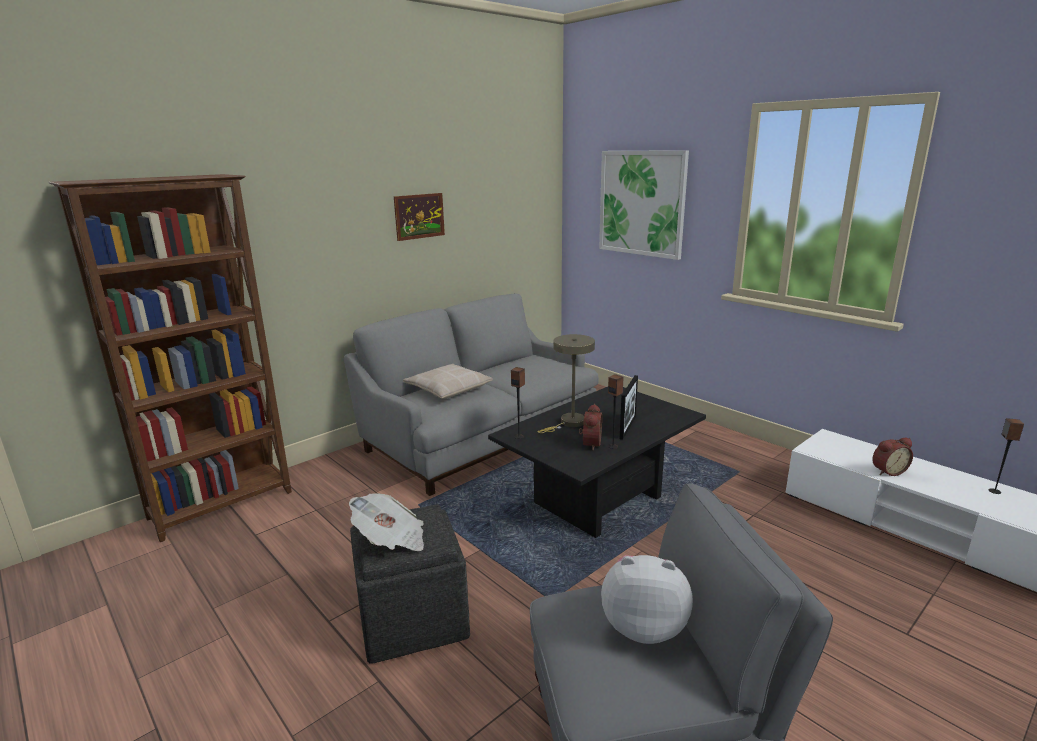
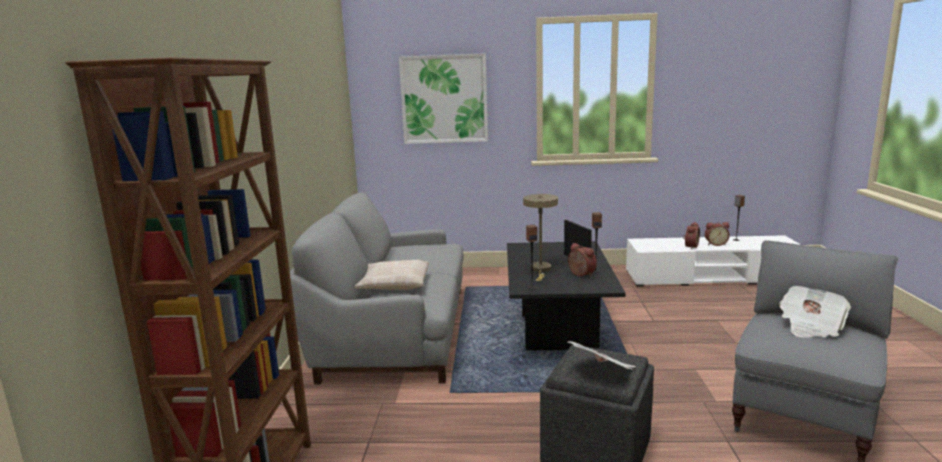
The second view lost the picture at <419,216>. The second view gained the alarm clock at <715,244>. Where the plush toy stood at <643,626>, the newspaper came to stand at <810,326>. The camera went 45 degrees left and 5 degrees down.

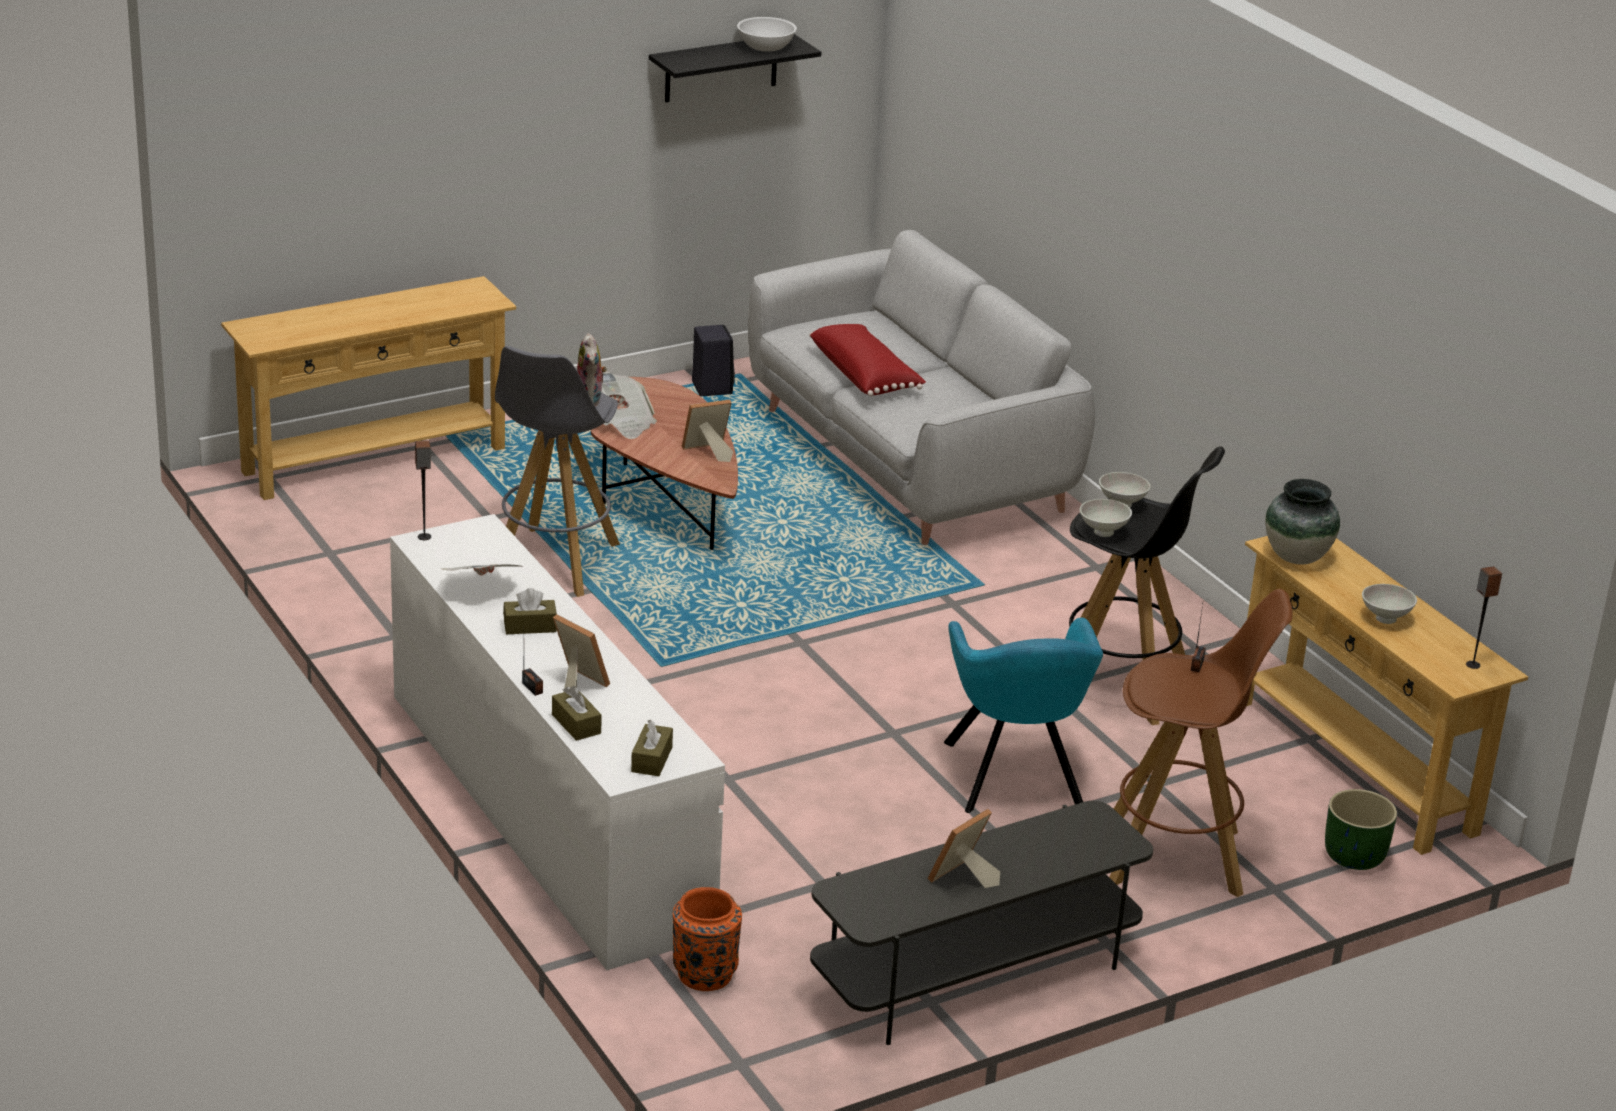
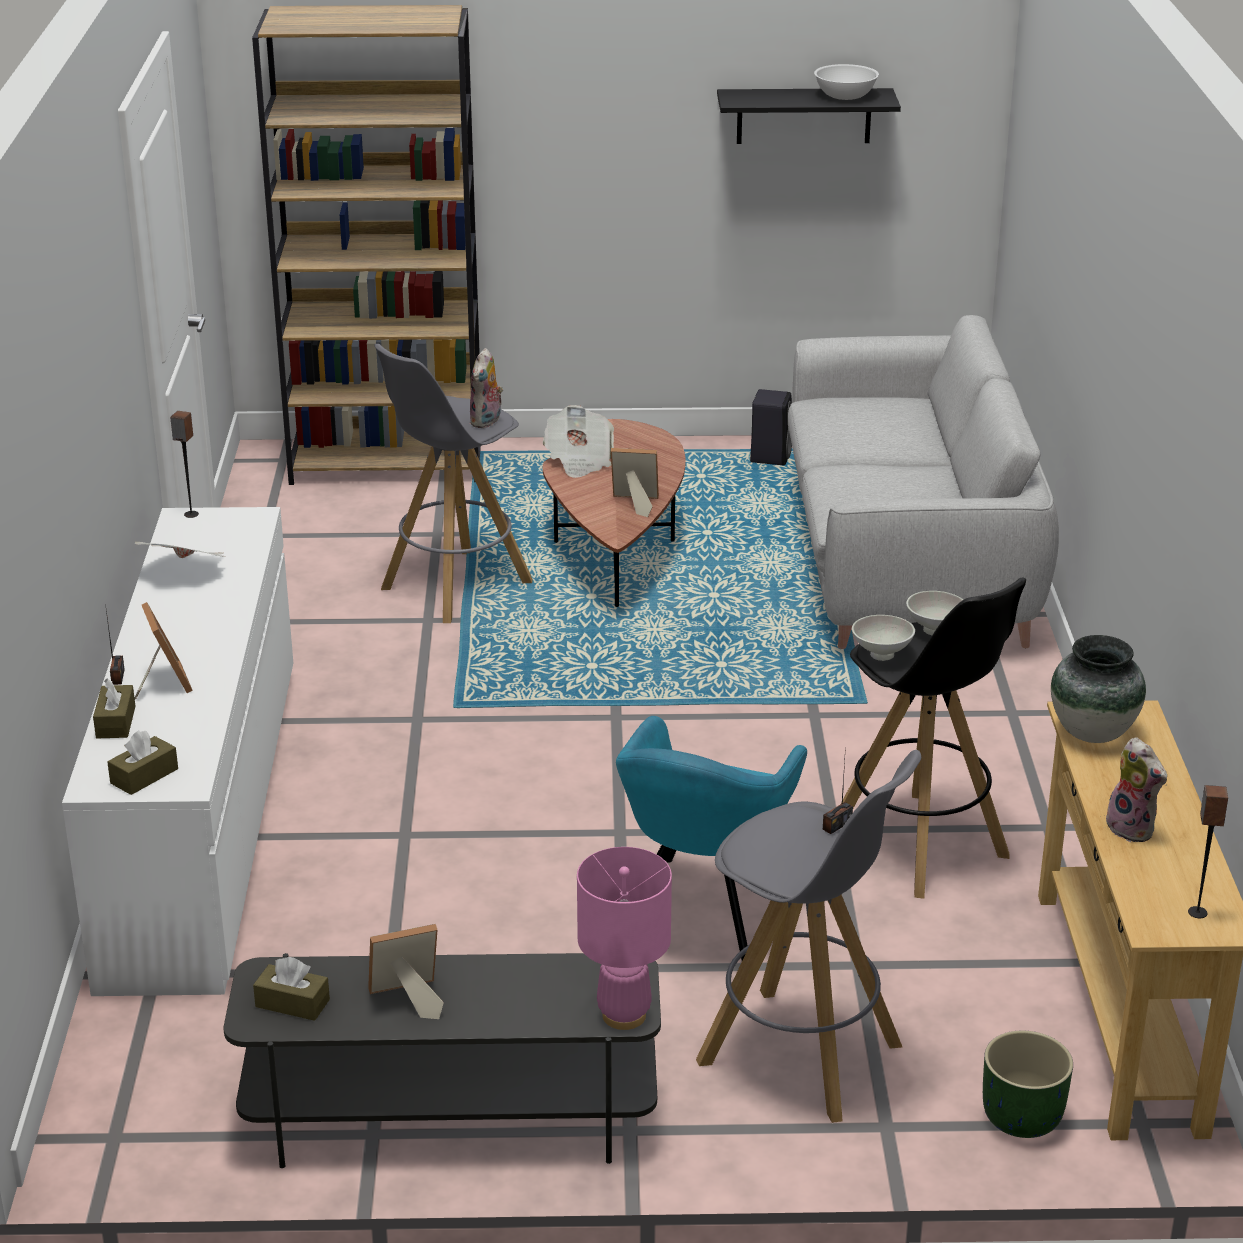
The second view lost the vase (orange) at <704,973>. The second view lost the pillow (red) at <865,376>. The second view gained the table lamp (pink) at <624,1015>. The tissue box (brown) ended up elsewhere, having gone from <530,626> to <292,1003>. Where the console table (beige) stood at <374,460>, the bookcase (brown) came to stand at <388,462>. Where the bowl (white) stood at <1384,618>, the plush toy came to stand at <1133,828>. What was the stool (brown) at <1176,857> turned into the stool (grey) at <802,1055>. The camera went 30 degrees right and 0 degrees up.

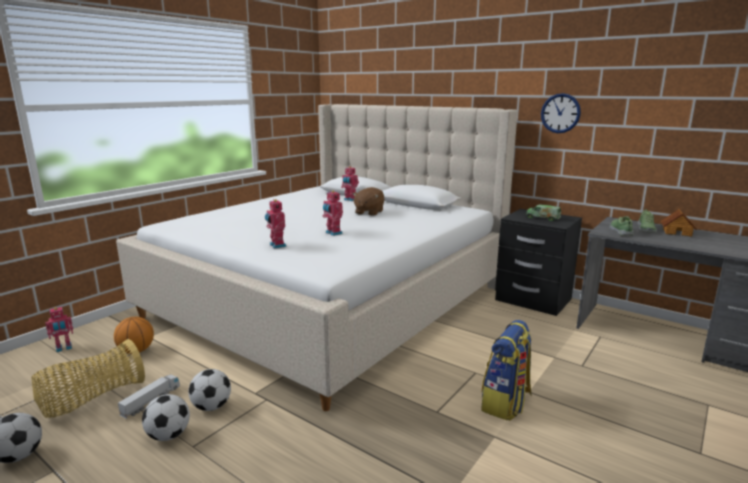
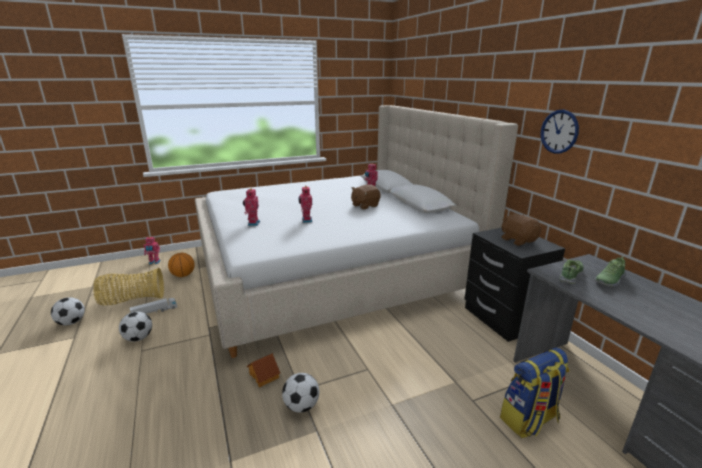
The football ended up elsewhere, having gone from <211,407> to <301,406>. The backpack ended up elsewhere, having gone from <506,403> to <529,420>. The toy house ended up elsewhere, having gone from <677,232> to <264,375>. Where the toy truck stood at <543,218>, the plush toy (brown) came to stand at <518,240>. The camera went 30 degrees right and 5 degrees up.

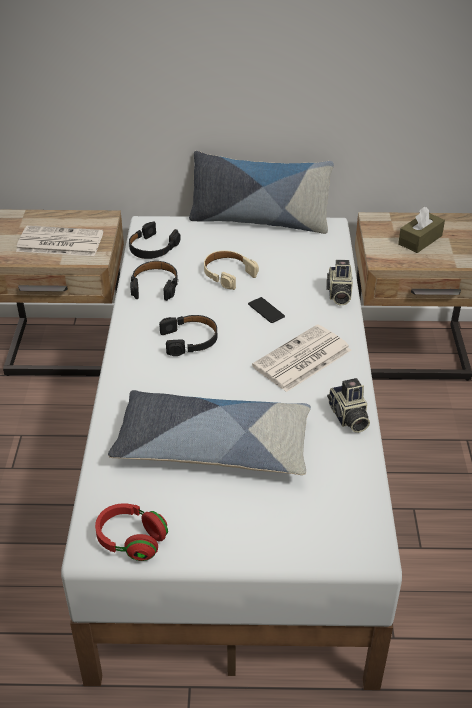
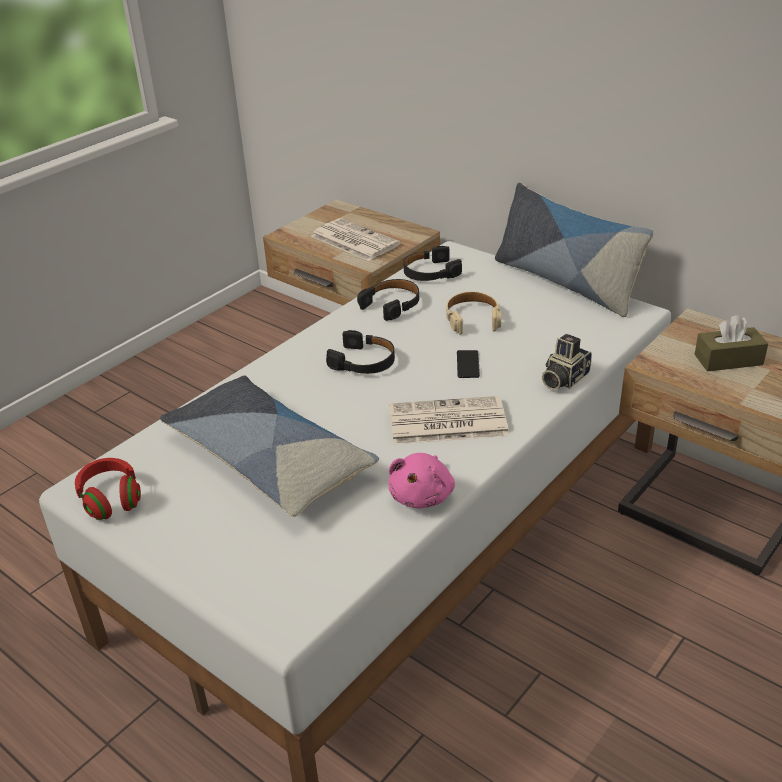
Where the photo camera stood at <348,417>, the plush toy (pink) came to stand at <423,495>. The camera went 40 degrees right and 5 degrees down.

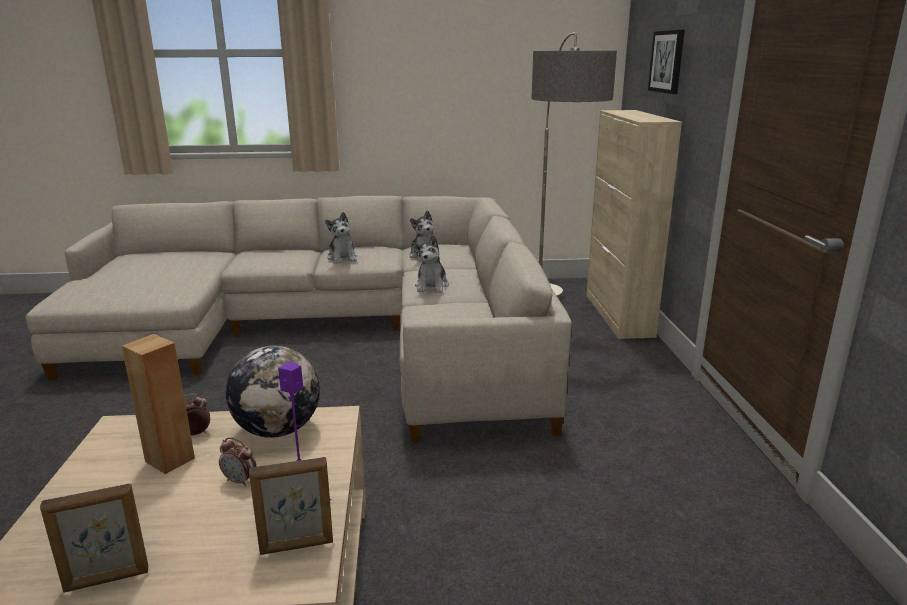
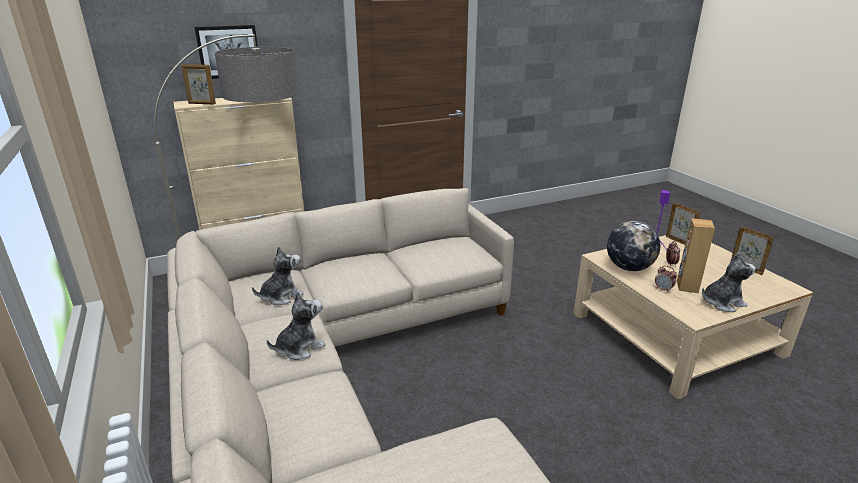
The second view gained the picture frame at <202,103>. The plush toy ended up elsewhere, having gone from <432,286> to <721,303>. The camera went 110 degrees left and 5 degrees up.

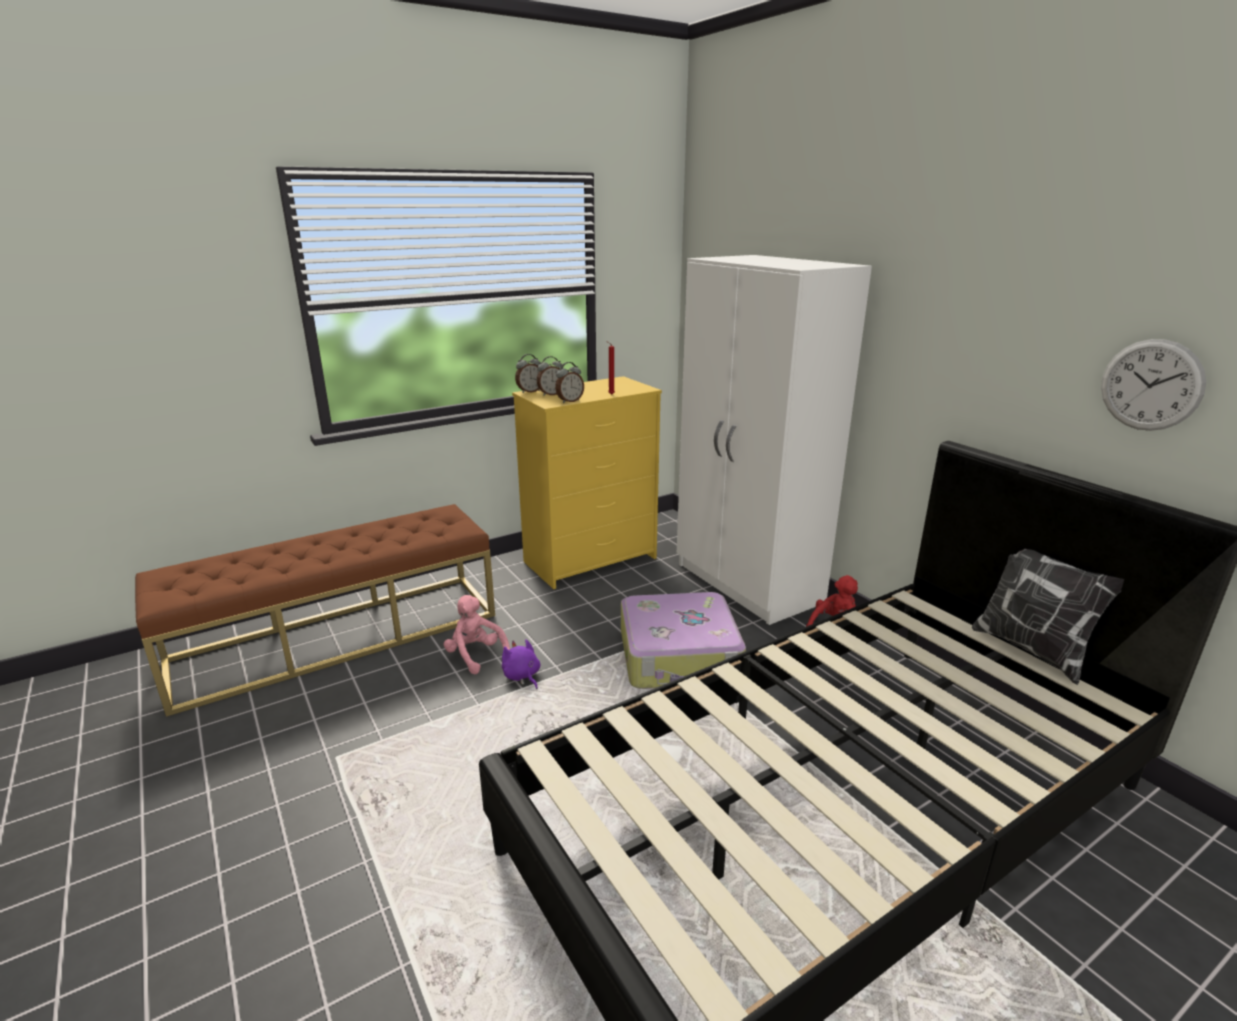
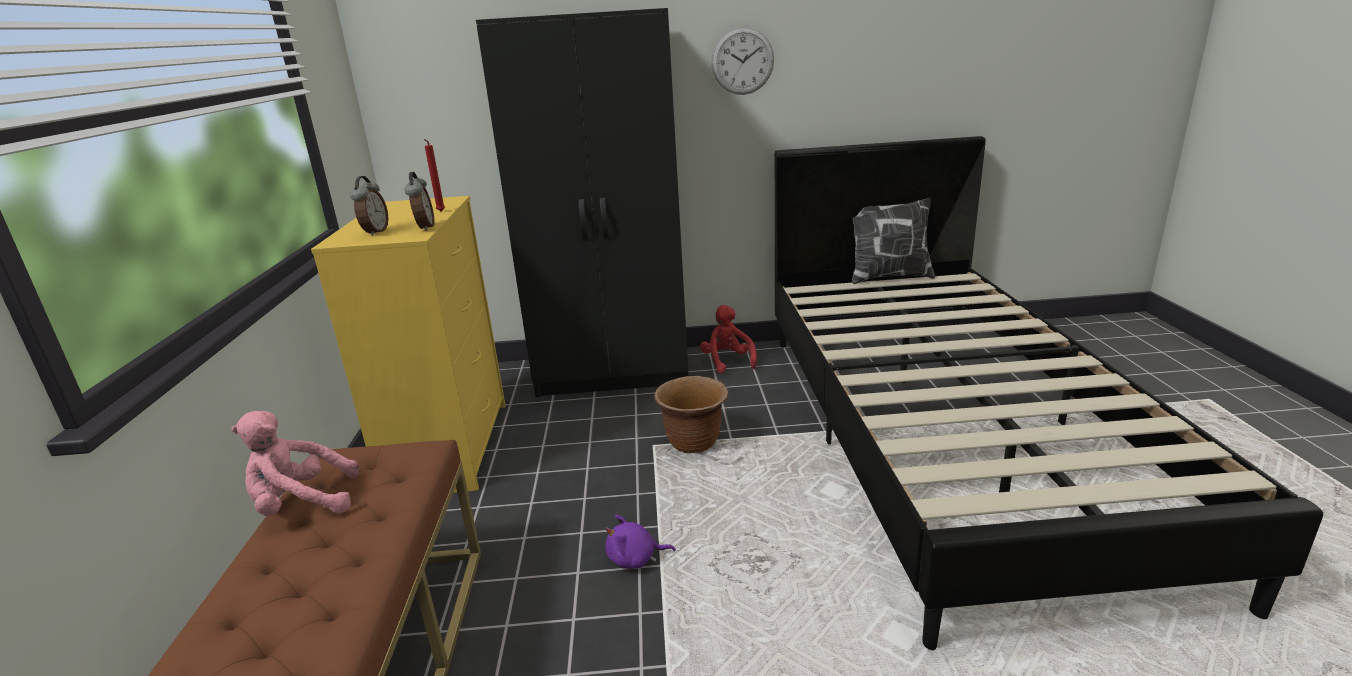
The second view lost the alarm clock at <530,391>. The plush toy (pink) ended up elsewhere, having gone from <475,655> to <302,504>. The wall clock ended up elsewhere, having gone from <1151,385> to <742,61>. Where the suitcase stood at <680,656>, the planter (brown) came to stand at <694,443>. What was the wardrobe (white) at <748,584> turned into the wardrobe (black) at <614,373>. The camera went 60 degrees left and 0 degrees up.

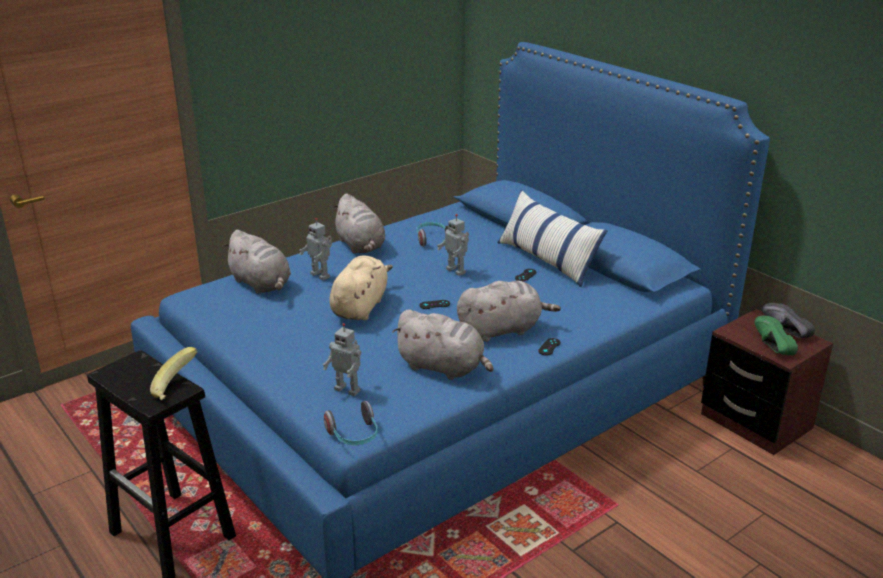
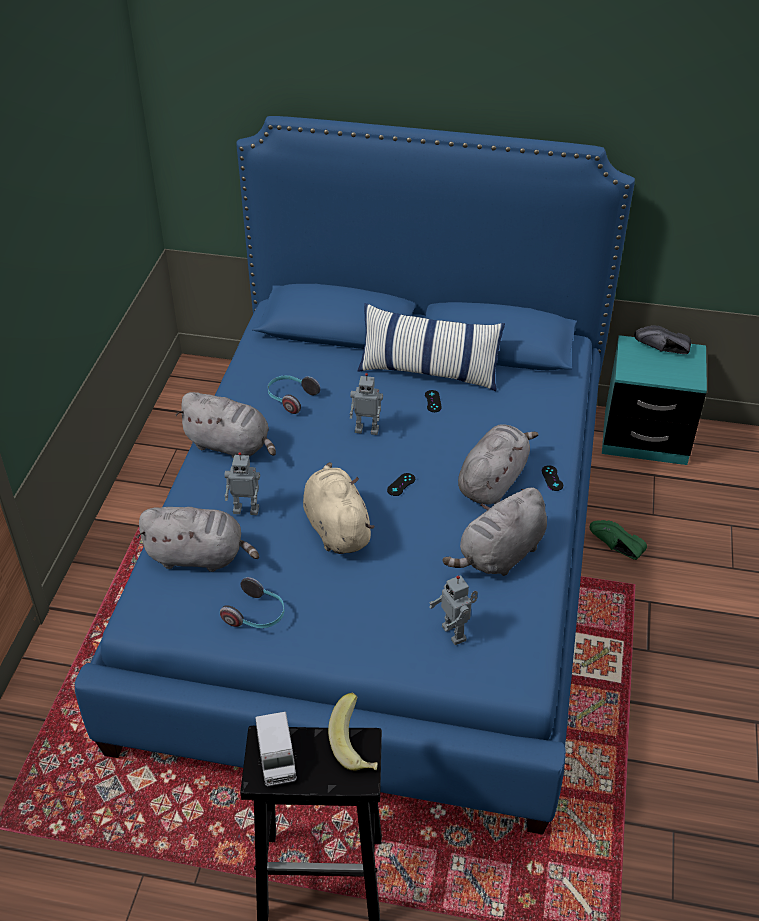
The second view gained the toy truck at <276,758>. The headphones ended up elsewhere, having gone from <354,436> to <257,615>. The shoe (green) ended up elsewhere, having gone from <769,345> to <615,548>. What was the nightstand (brown) at <755,421> turned into the nightstand (turquoise) at <645,438>. The toy robot at <348,389> ended up facing another way, 75 degrees clockwise from before. The plush toy (grey) at <443,367> ended up facing another way, 150 degrees clockwise from before. The camera went 40 degrees left and 15 degrees up.

